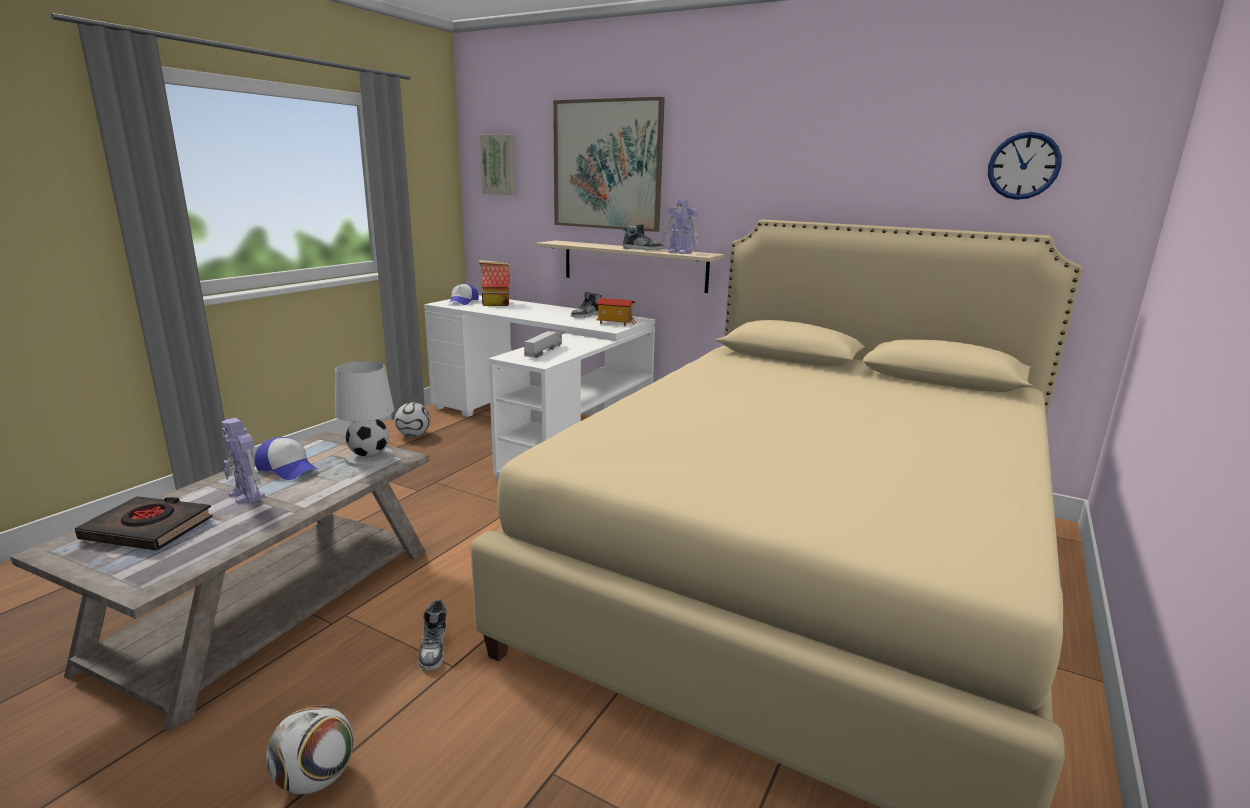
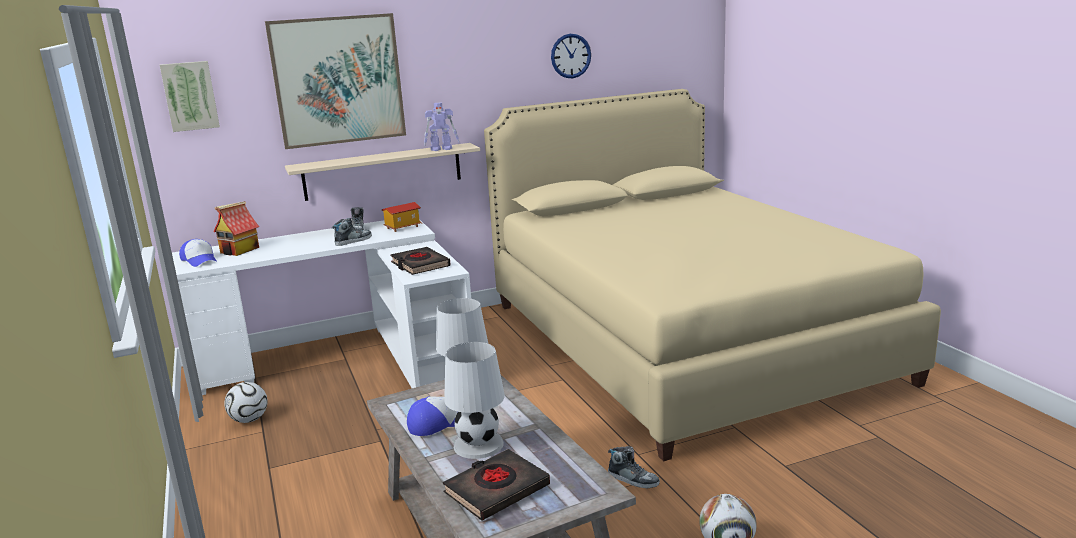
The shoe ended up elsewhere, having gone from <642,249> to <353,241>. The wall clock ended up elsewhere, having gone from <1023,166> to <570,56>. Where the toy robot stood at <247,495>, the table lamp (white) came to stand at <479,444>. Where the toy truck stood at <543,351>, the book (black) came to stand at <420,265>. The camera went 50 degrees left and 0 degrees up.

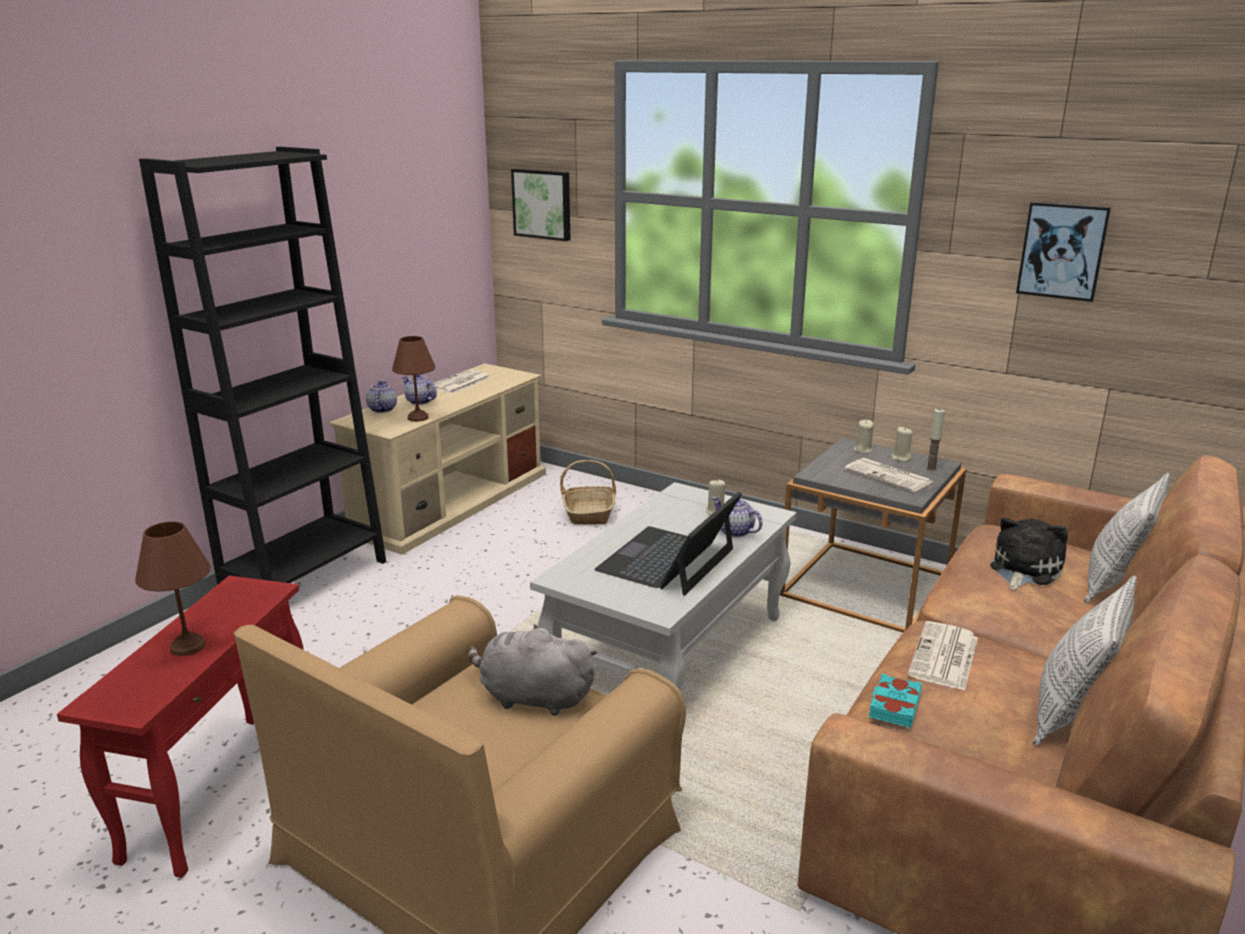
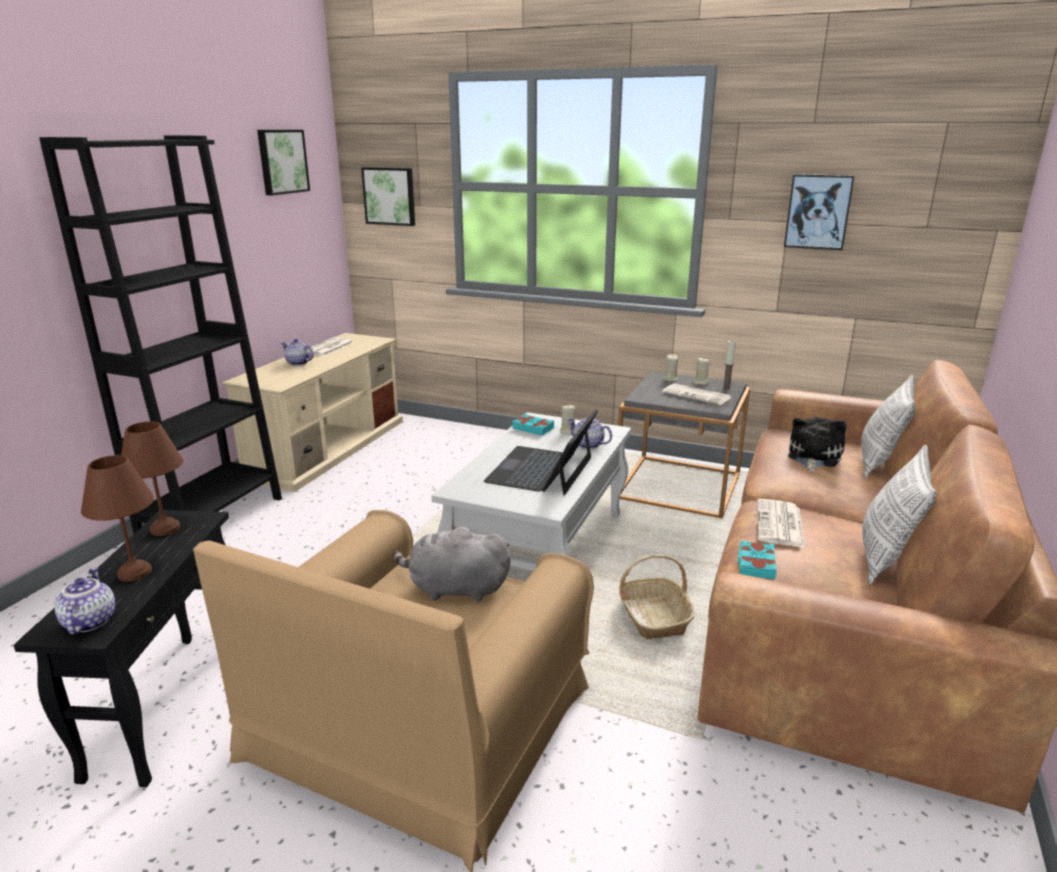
The second view gained the picture at <282,161>. The second view gained the book (turquoise) at <533,428>. The teapot ended up elsewhere, having gone from <381,409> to <88,622>. The table lamp (brown) ended up elsewhere, having gone from <418,417> to <165,528>. The basket ended up elsewhere, having gone from <589,513> to <653,617>. What was the side table (red) at <220,790> turned into the side table (black) at <169,704>. The camera went 10 degrees left and 0 degrees up.

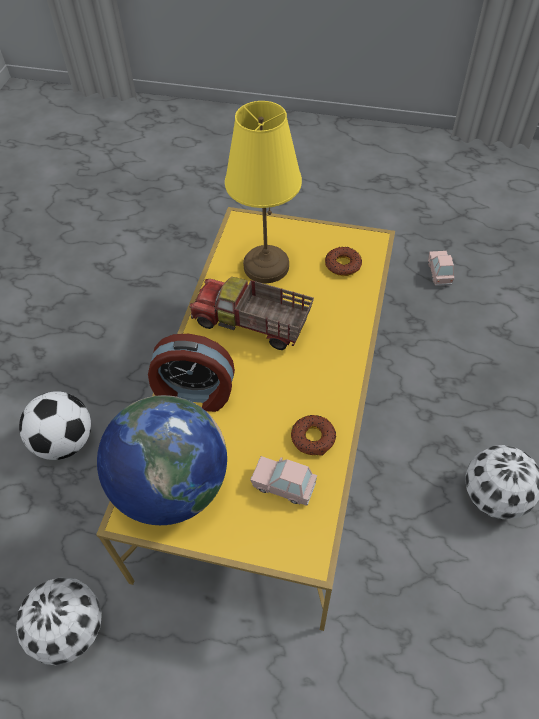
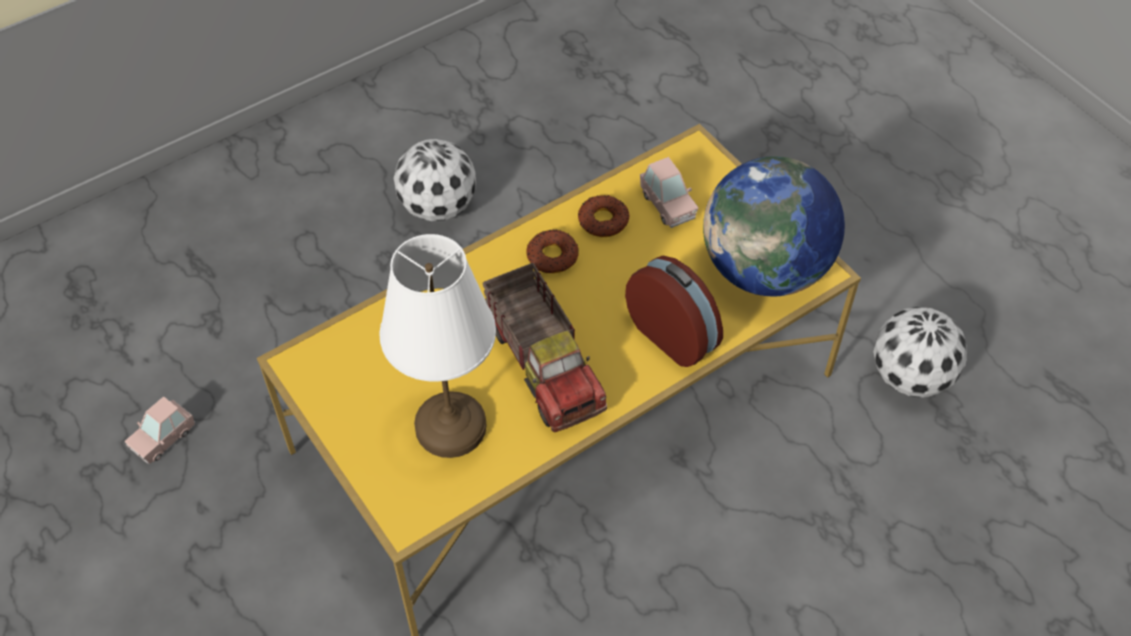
The second view lost the football at <65,441>. The donut ended up elsewhere, having gone from <343,265> to <552,256>. What was the table lamp (yellow) at <266,267> turned into the table lamp (white) at <452,425>. The camera went 140 degrees left and 0 degrees up.

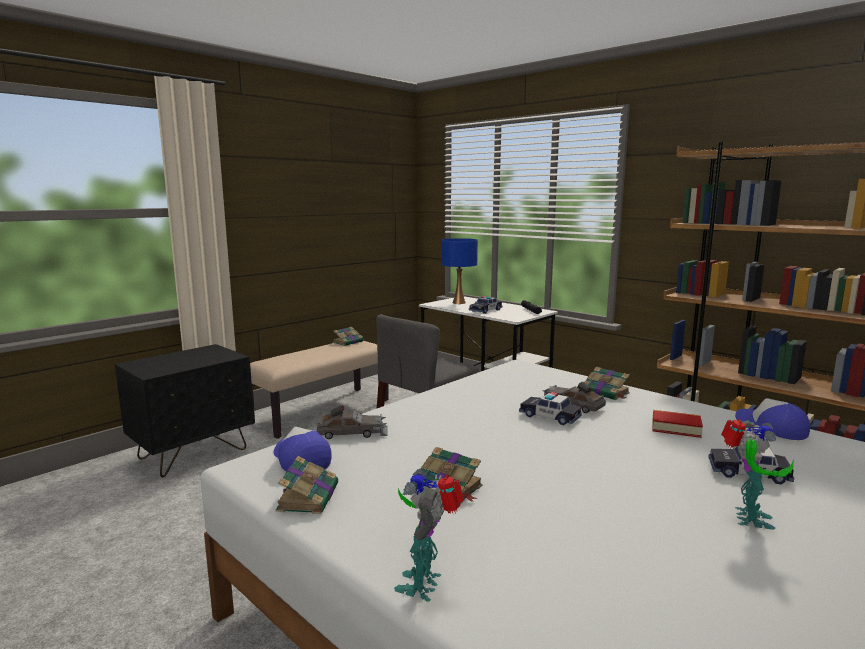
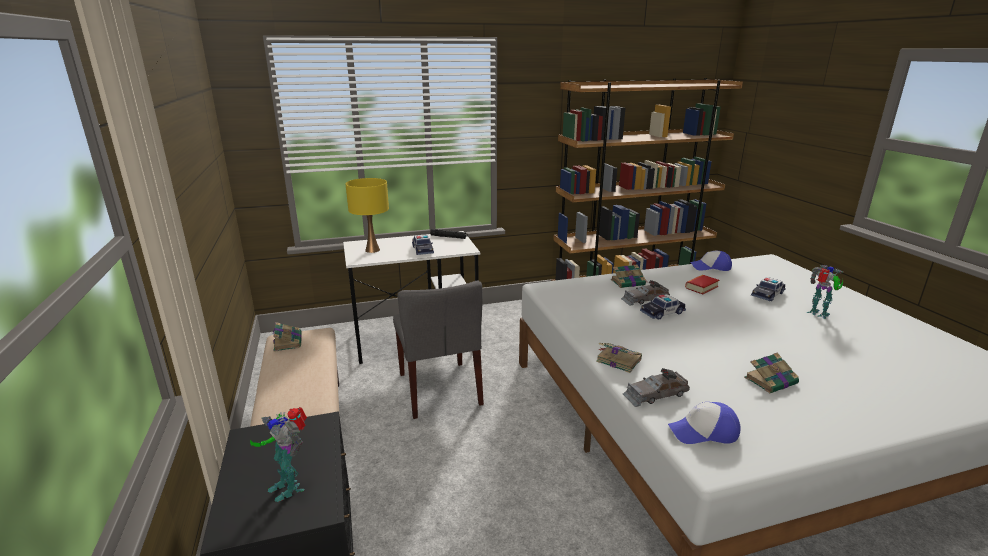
The book ended up elsewhere, having gone from <308,496> to <617,360>. The toy robot ended up elsewhere, having gone from <424,583> to <289,485>. What was the table lamp (blue) at <459,302> turned into the table lamp (yellow) at <373,250>. The toy car (grey) at <352,433> ended up facing another way, 135 degrees counterclockwise from before. The camera went 60 degrees left and 10 degrees up.

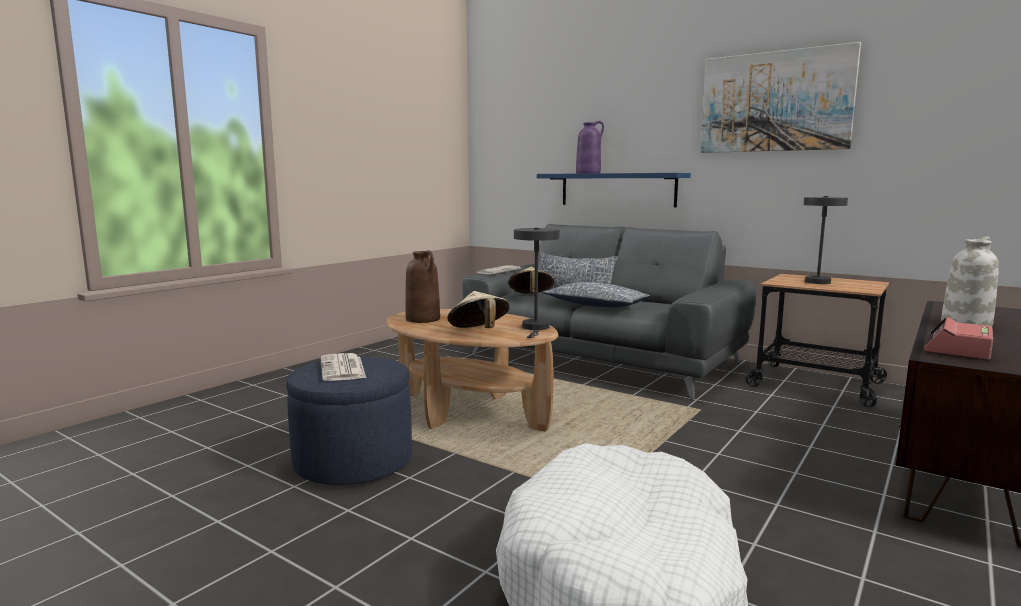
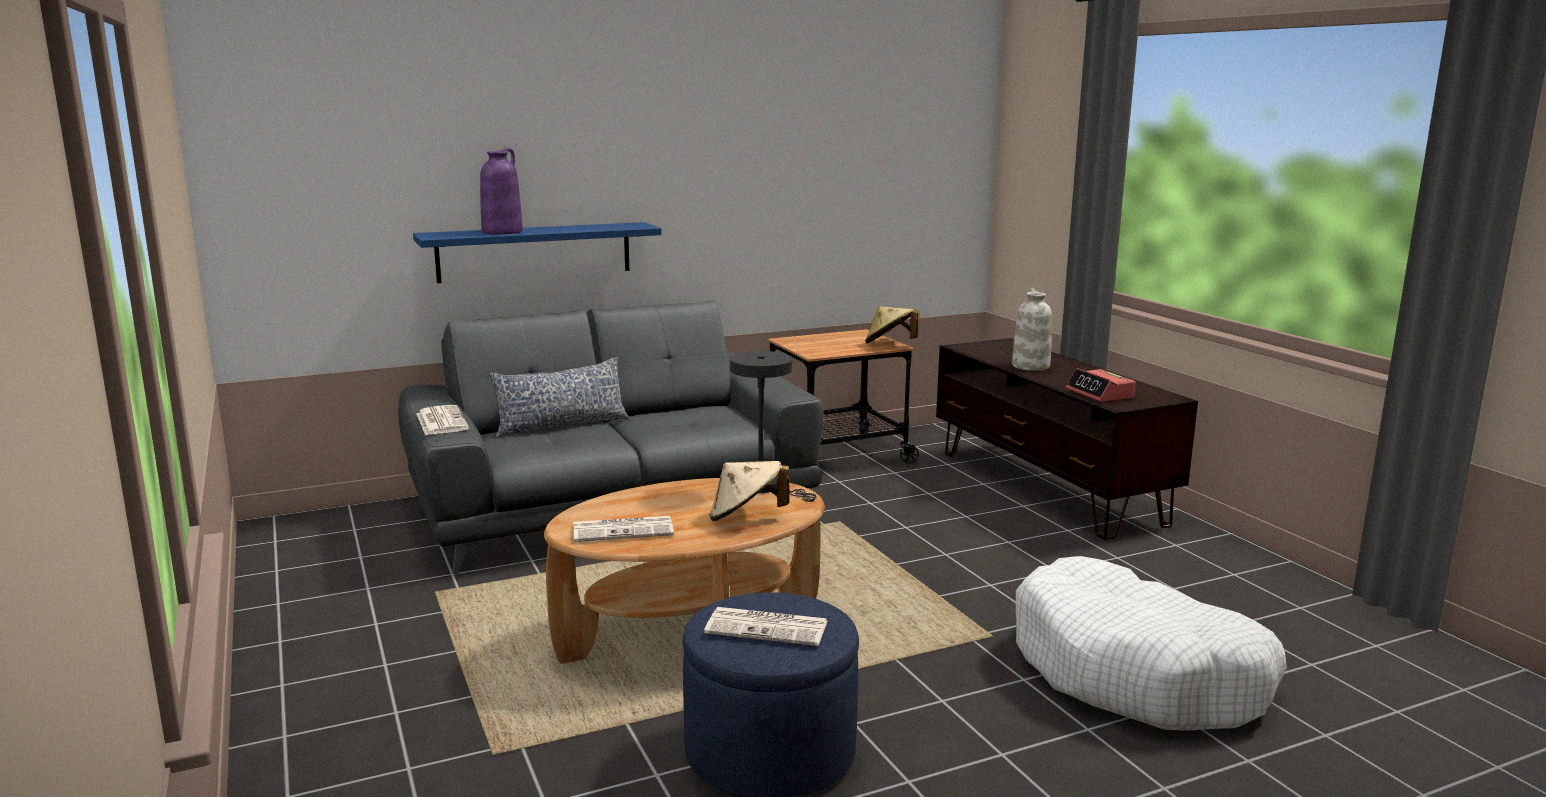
The second view lost the pillow at <595,305>. The second view lost the picture at <775,102>. The second view lost the table lamp (grey) at <816,281>. The hat (beige) ended up elsewhere, having gone from <530,296> to <890,344>. Where the vase (brown) stood at <423,319>, the newspaper came to stand at <624,530>. The camera went 60 degrees left and 5 degrees up.

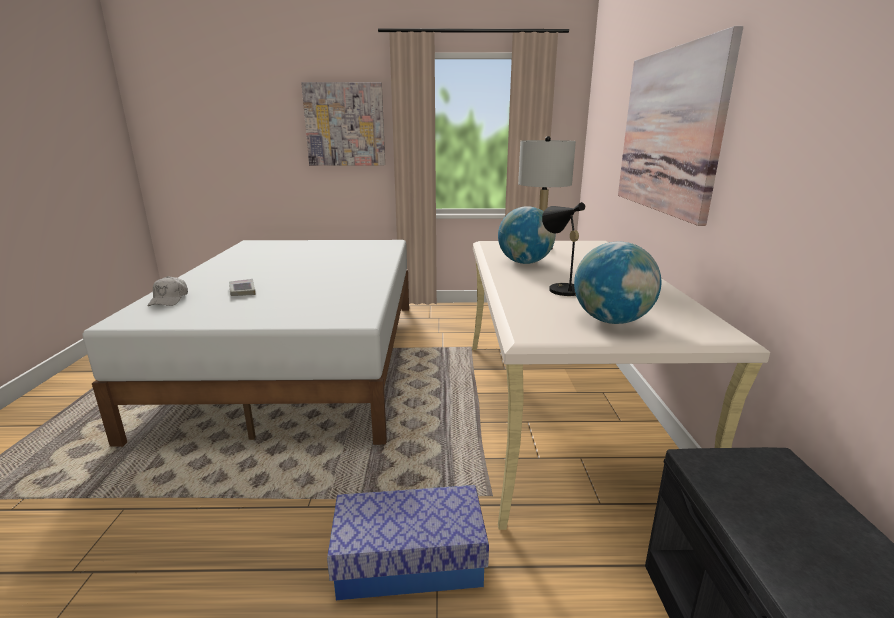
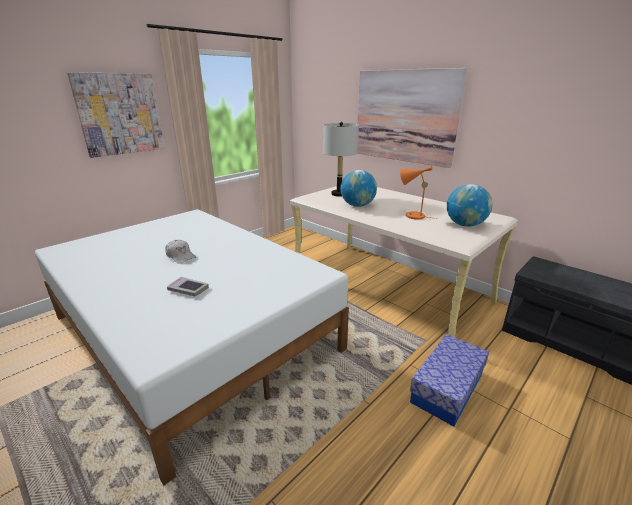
The cap (white) ended up elsewhere, having gone from <169,299> to <180,256>. What was the table lamp (black) at <561,289> turned into the table lamp (orange) at <411,216>. The camera went 45 degrees left and 5 degrees up.

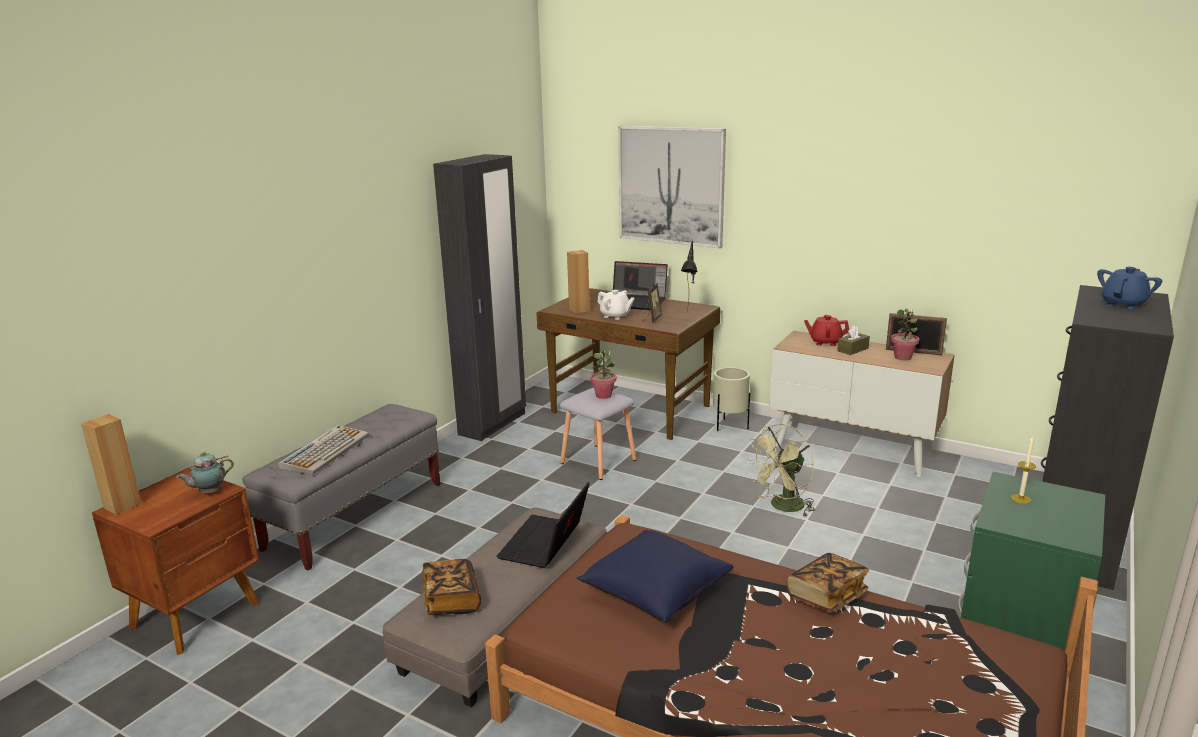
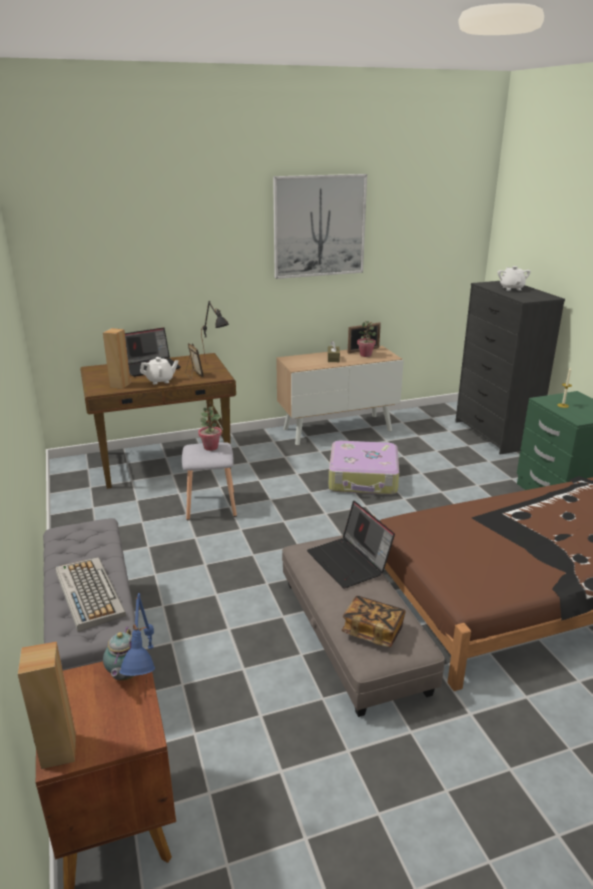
The second view lost the wardrobe (black) at <493,424>. The second view lost the pillow (blue) at <654,592>. The second view lost the planter (beige) at <730,427>. The second view lost the book at <826,596>. The second view lost the teapot (red) at <825,342>. The second view gained the table lamp (blue) at <153,720>. The picture ended up elsewhere, having gone from <671,185> to <319,226>. Where the fan (green) stood at <783,507>, the suitcase came to stand at <363,478>. What was the teapot (blue) at <1123,304> turned into the teapot (white) at <511,288>. The camera went 50 degrees left and 5 degrees up.

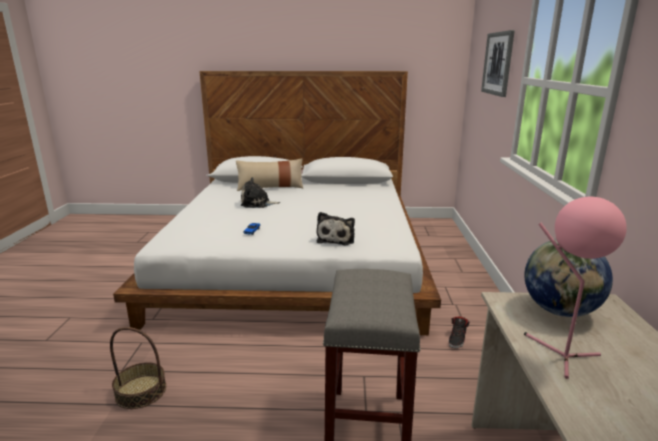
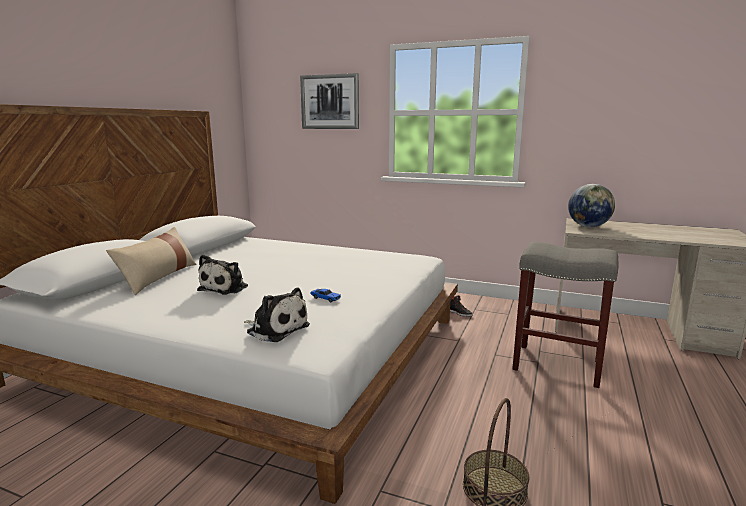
The second view lost the table lamp (pink) at <559,354>. The plush toy ended up elsewhere, having gone from <337,239> to <276,329>. The camera went 70 degrees left and 5 degrees down.

